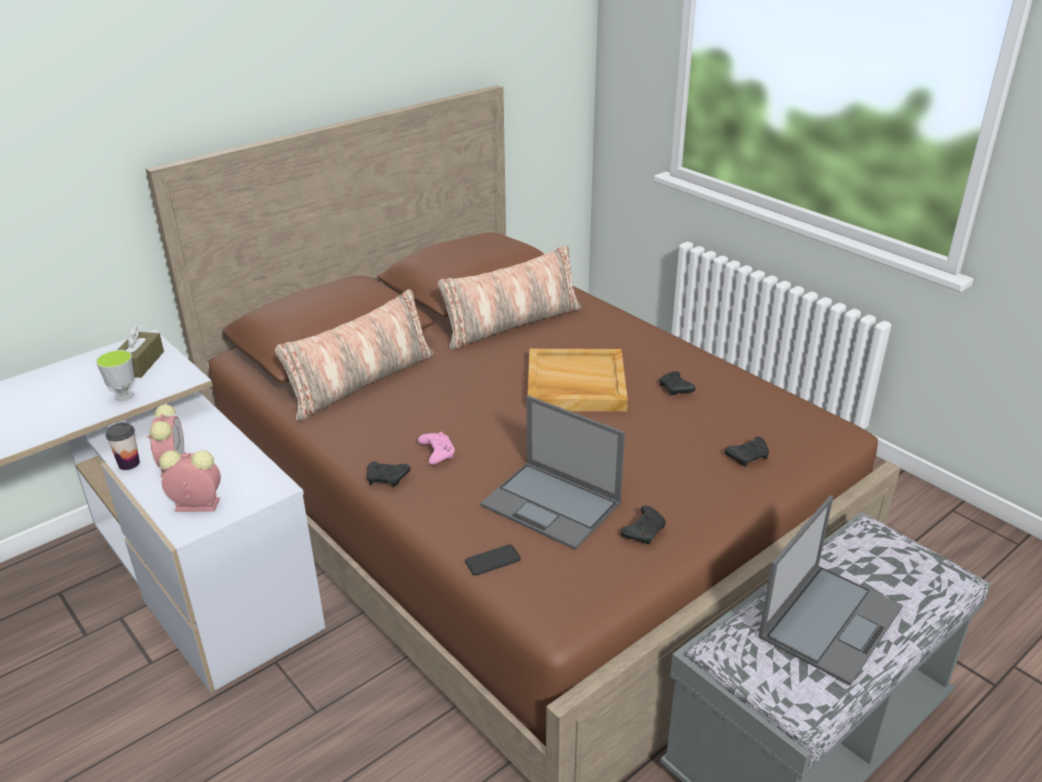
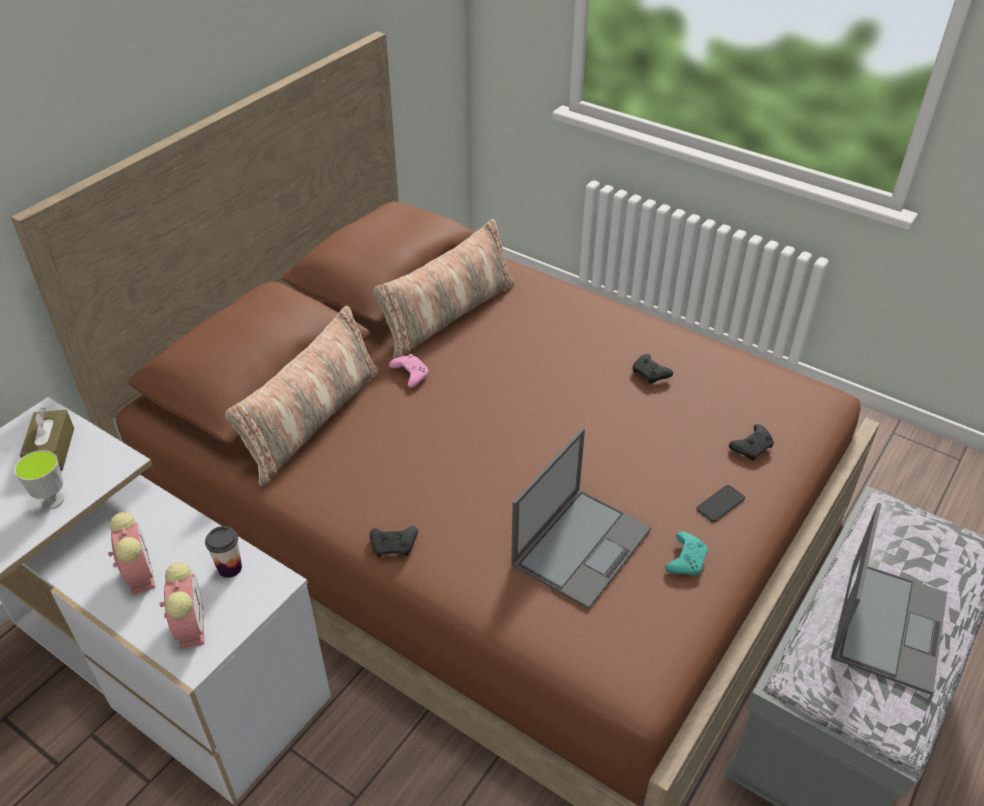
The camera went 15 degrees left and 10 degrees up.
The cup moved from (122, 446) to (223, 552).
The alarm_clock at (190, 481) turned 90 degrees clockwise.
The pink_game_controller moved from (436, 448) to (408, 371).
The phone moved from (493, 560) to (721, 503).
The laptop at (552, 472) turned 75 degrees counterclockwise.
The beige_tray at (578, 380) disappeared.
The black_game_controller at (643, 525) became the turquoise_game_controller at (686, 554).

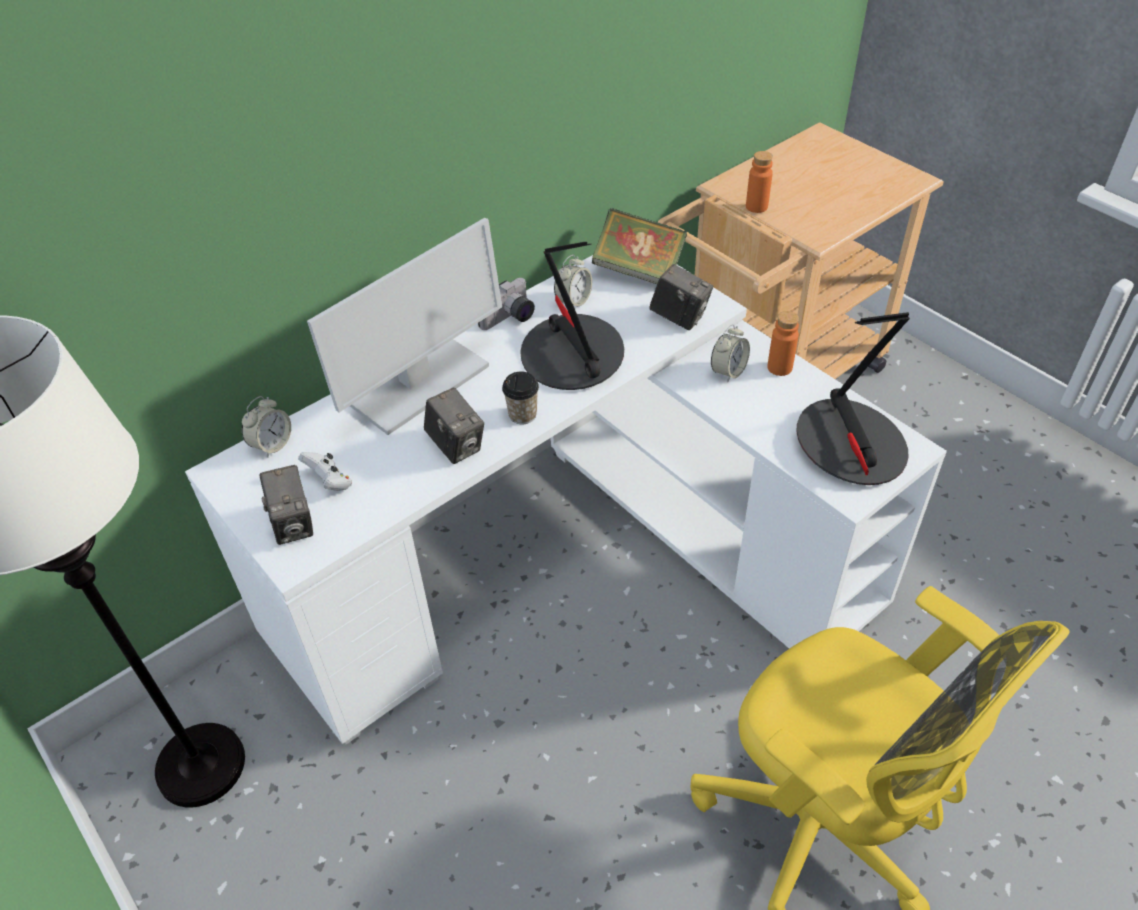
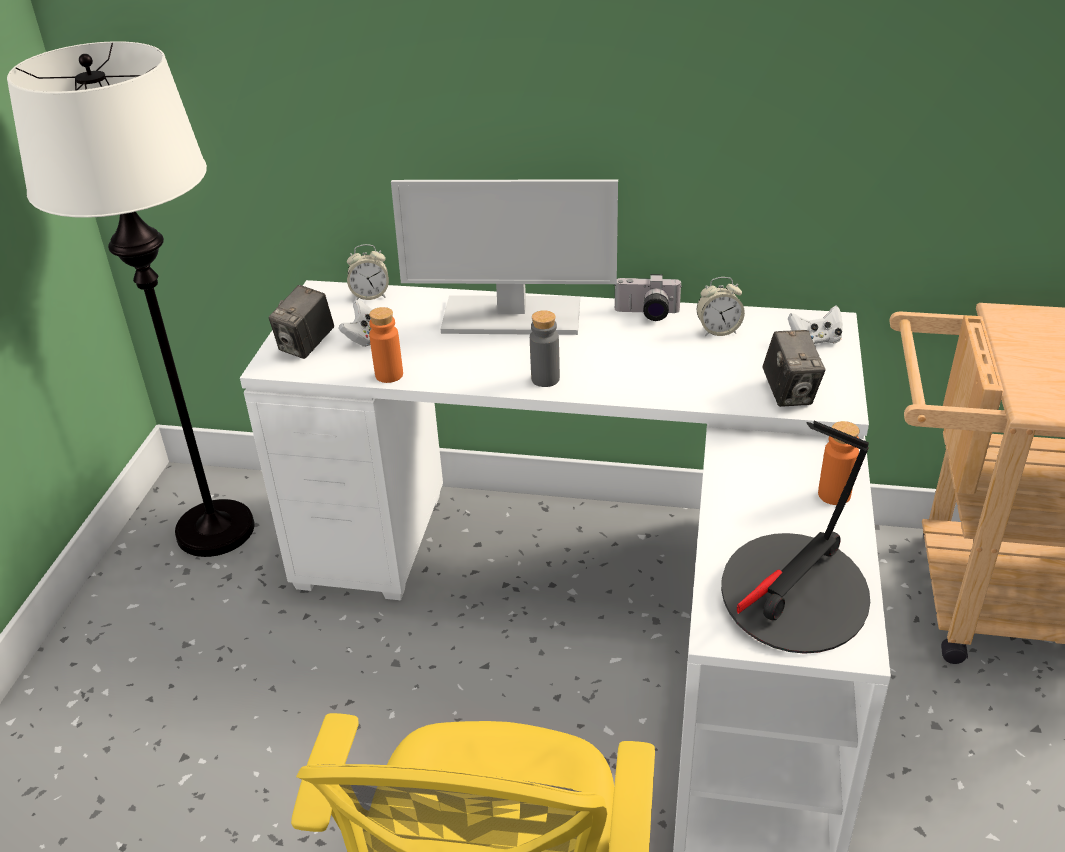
The camera went 50 degrees right and 10 degrees down.
The photo_camera at (454, 425) disappeared.
The cup at (520, 397) was replaced by the grey_bottle at (545, 348).
The table_lamp at (572, 316) disappeared.
The book at (639, 246) was replaced by the white_game_controller at (815, 325).
The alarm_clock at (730, 353) disappeared.
The orange_bottle moved from (759, 182) to (386, 345).

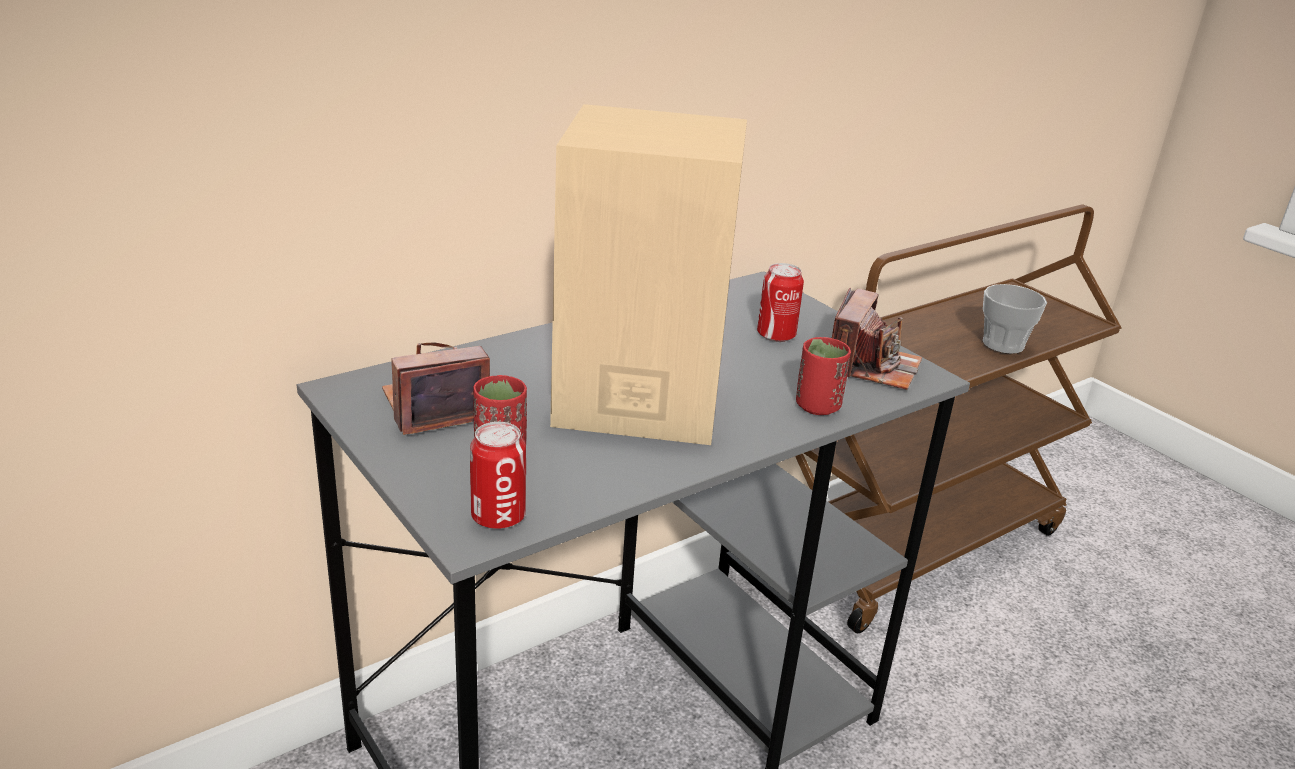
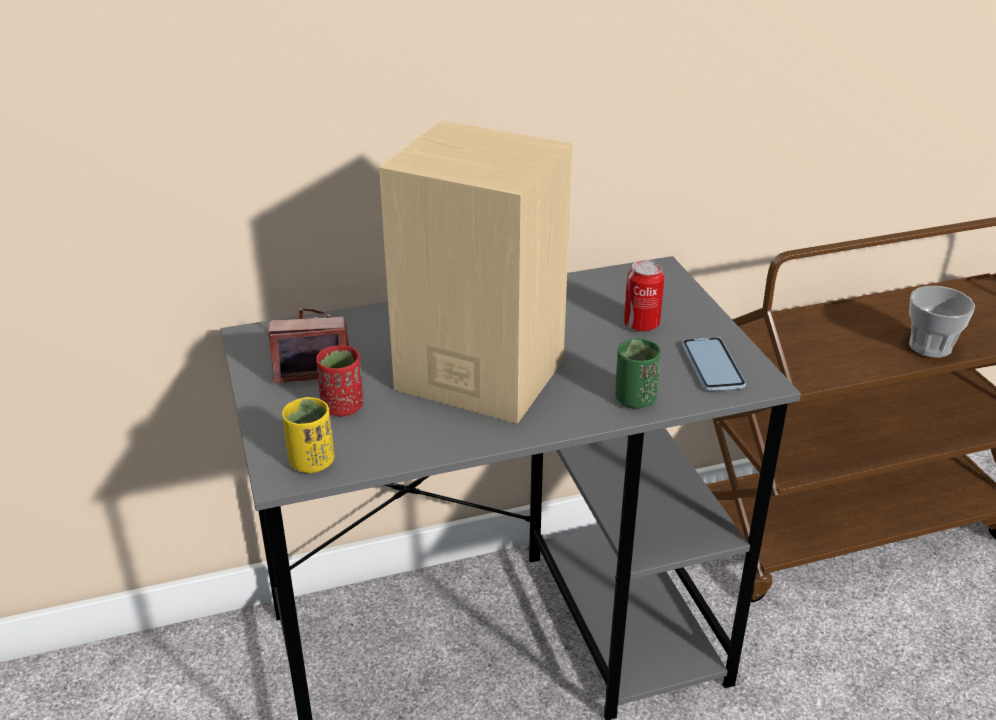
The camera went 20 degrees right and 5 degrees up.
The can at (498, 475) was replaced by the yellow_cup at (308, 435).
The red_cup at (823, 376) became the green_cup at (638, 373).
The photo_camera at (877, 339) was replaced by the phone at (714, 364).

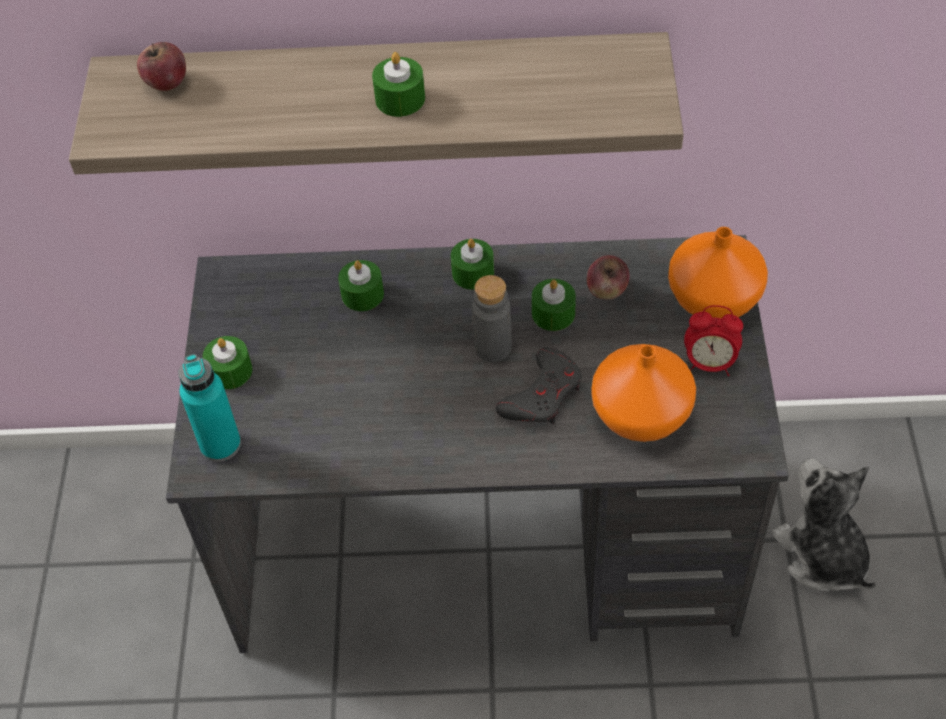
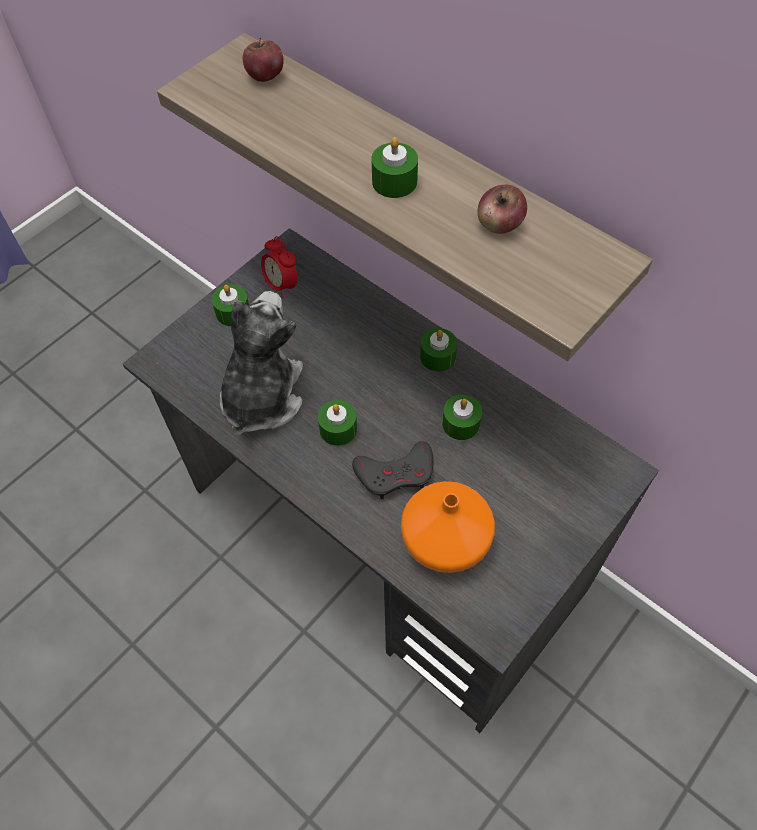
The camera went 40 degrees right and 5 degrees up.
The turquoise_bottle at (209, 408) disappeared.
The green_candle moved from (361, 285) to (337, 423).
The grey_bottle at (492, 318) disappeared.
The apple moved from (608, 277) to (502, 209).
The orange_vase at (718, 272) disappeared.
The alarm_clock moved from (713, 340) to (279, 267).
The plush_toy moved from (824, 524) to (261, 363).

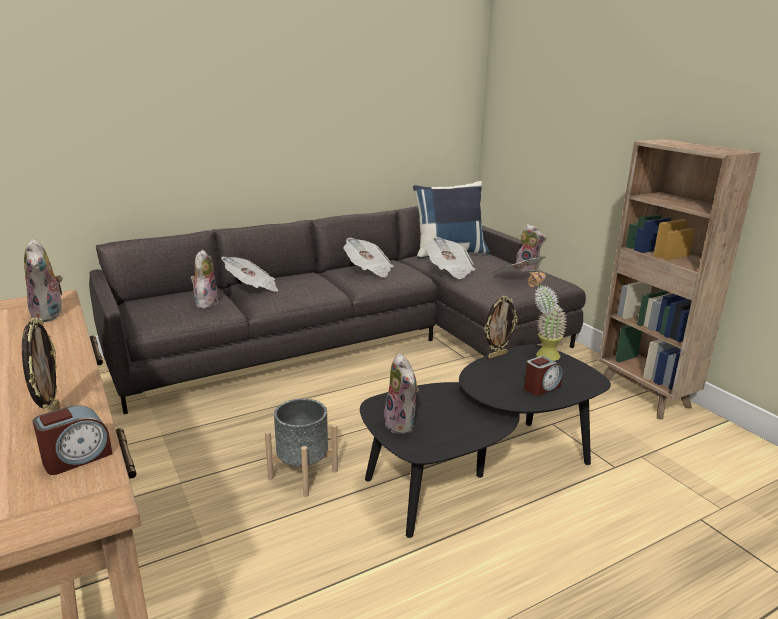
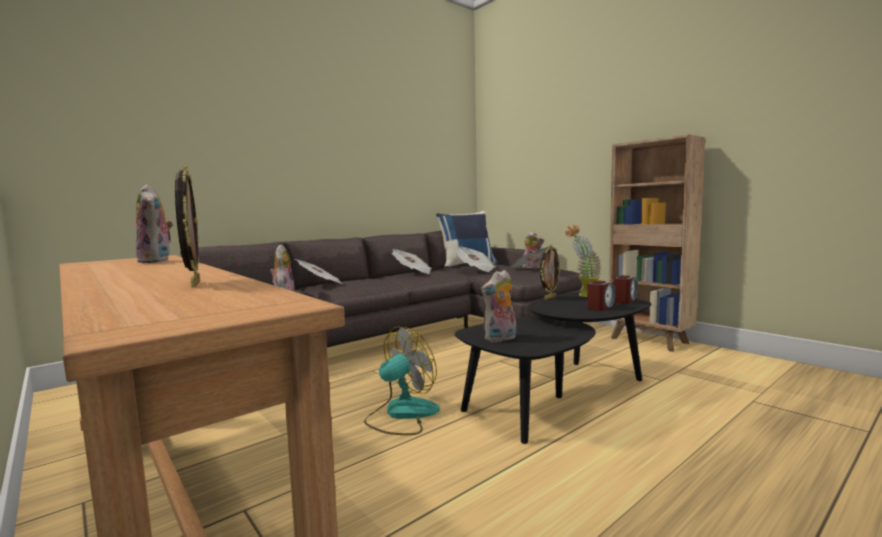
The camera went 10 degrees left and 15 degrees down.
The alarm_clock moved from (73, 440) to (626, 289).
The grey_planter at (301, 448) was replaced by the fan at (402, 381).
The plush_toy at (401, 393) turned 90 degrees clockwise.

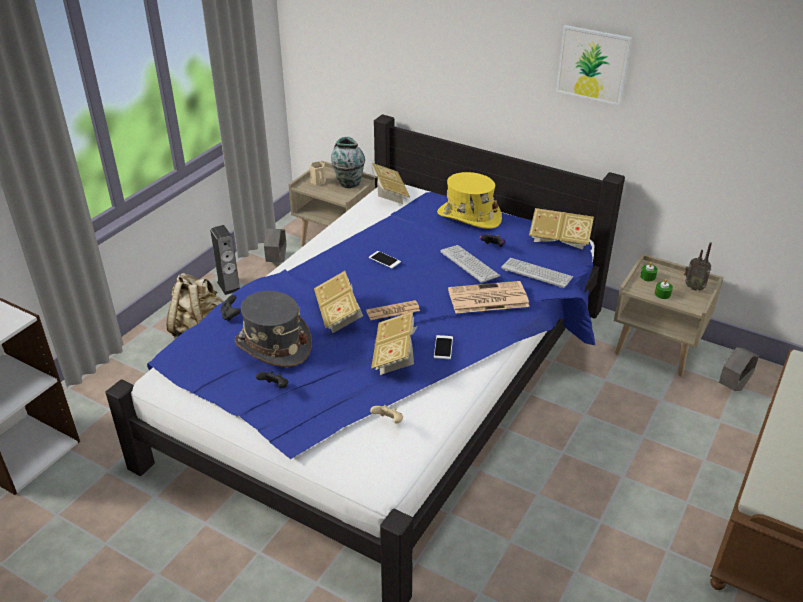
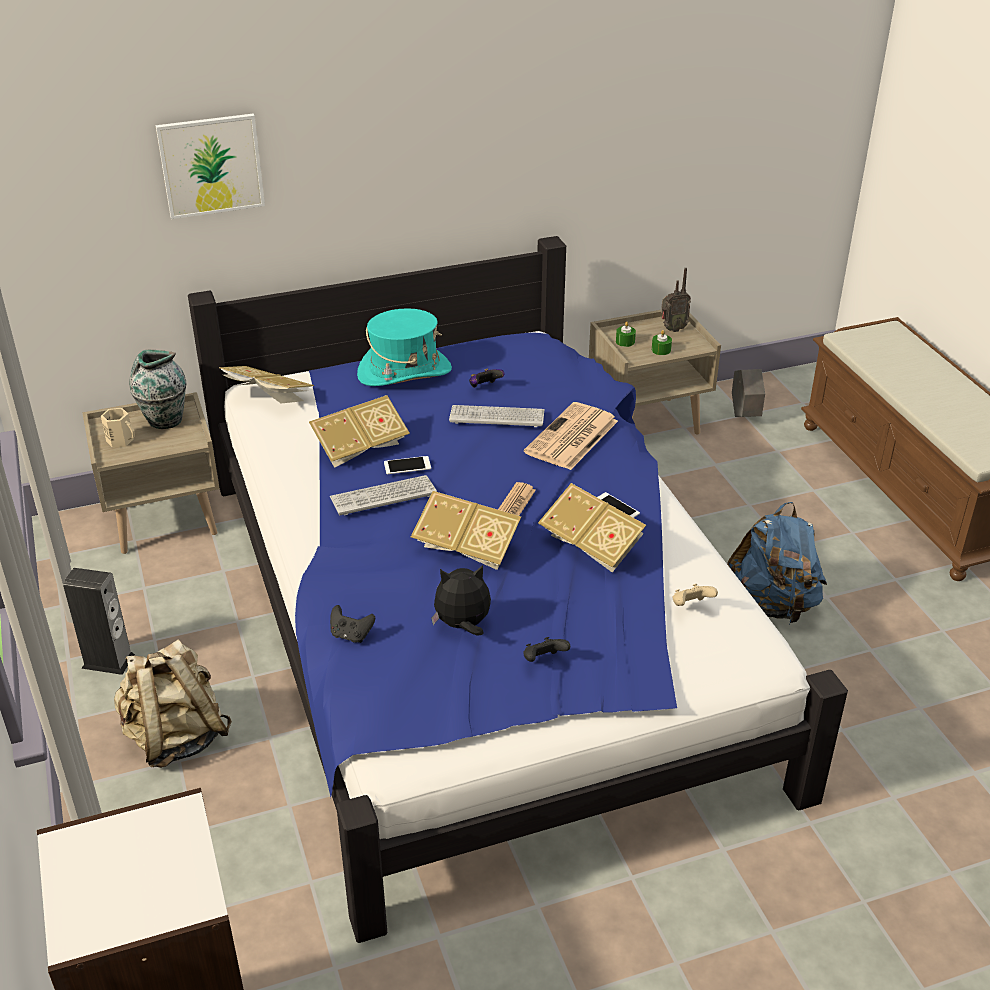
The camera went 50 degrees left and 0 degrees up.
The grey_hat at (273, 329) was replaced by the plush_toy at (461, 600).
The grey_planter at (275, 245) disappeared.
The yellow_hat at (469, 200) became the turquoise_hat at (404, 347).
The keyboard moved from (537, 273) to (383, 495).
The book moved from (561, 228) to (359, 431).
The picture moved from (594, 65) to (210, 166).
The blue_backpack at (777, 562) appeared.

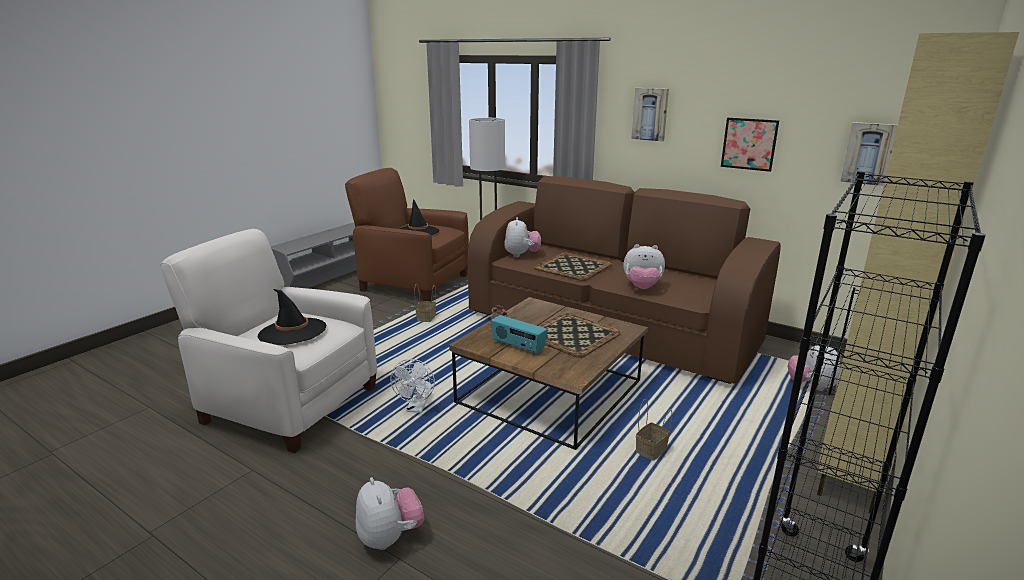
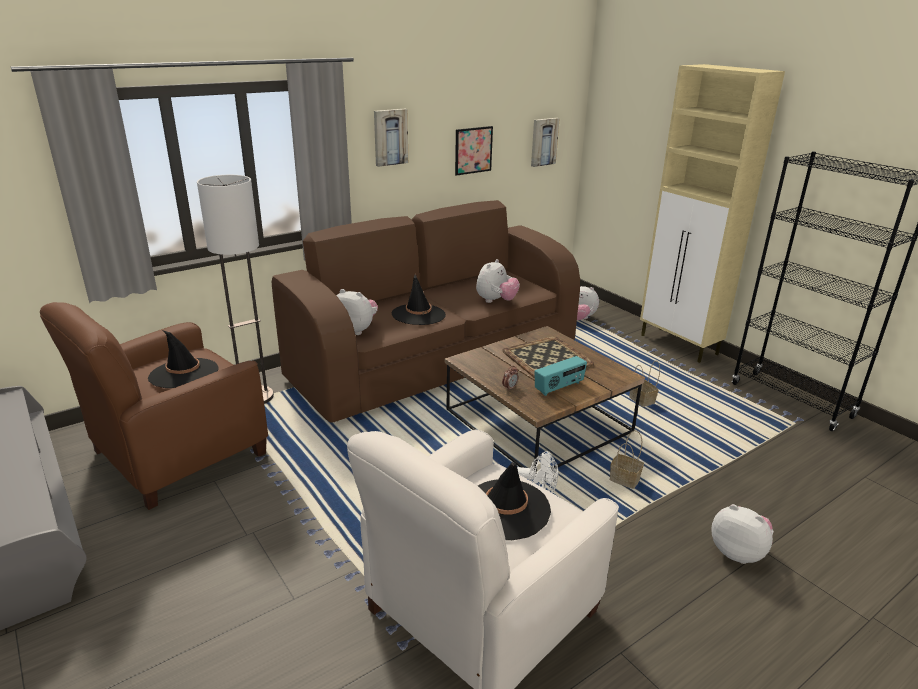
The camera went 70 degrees left and 5 degrees up.
The plush_toy at (390, 513) turned 45 degrees clockwise.
The basket moved from (425, 303) to (627, 459).
The tray at (573, 267) was replaced by the black_hat at (419, 299).

